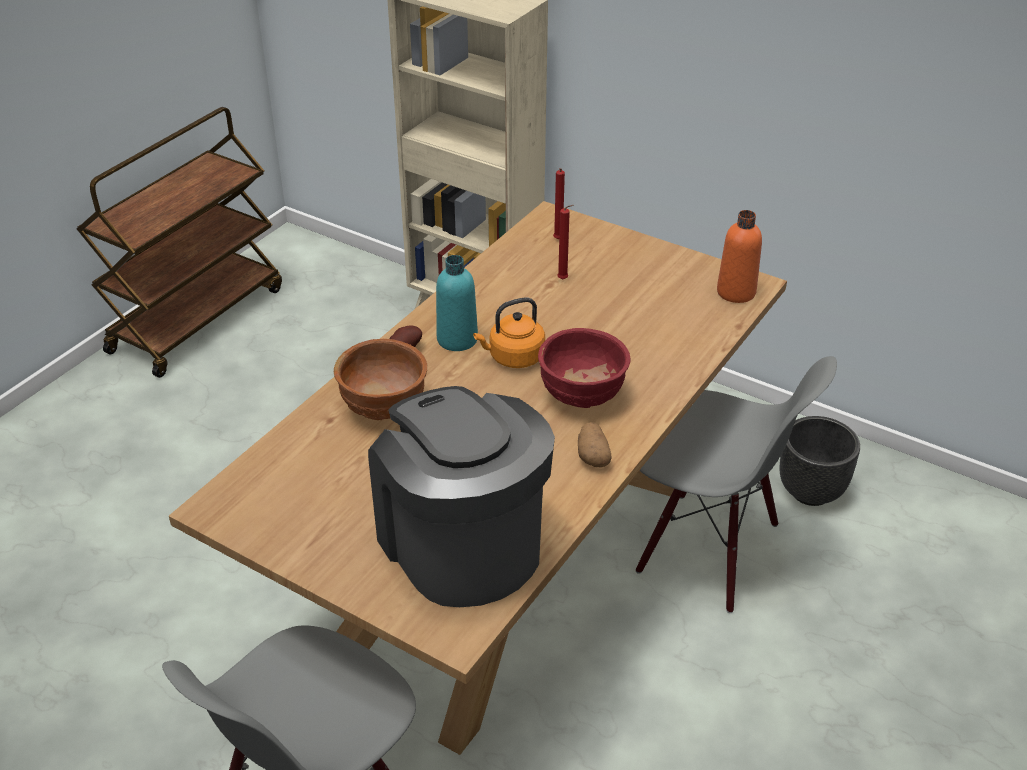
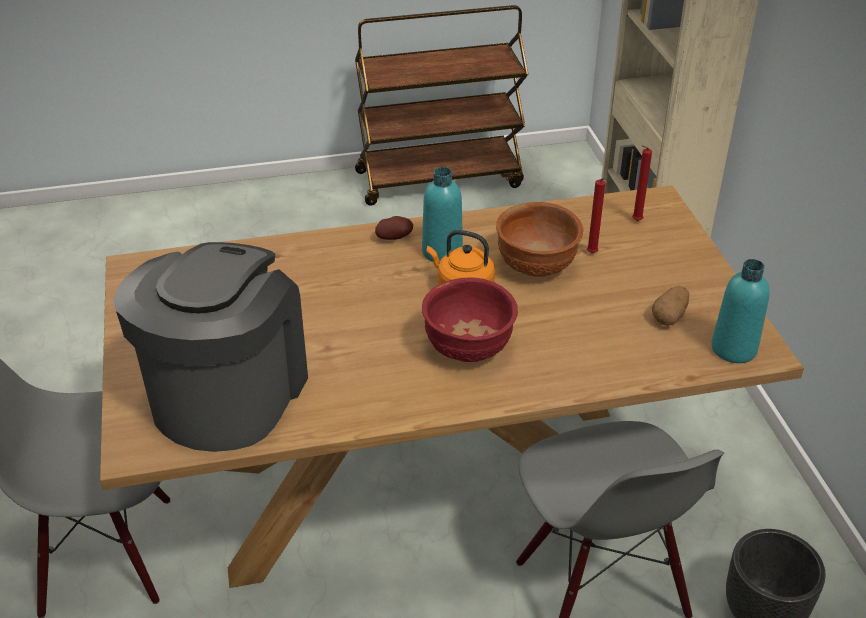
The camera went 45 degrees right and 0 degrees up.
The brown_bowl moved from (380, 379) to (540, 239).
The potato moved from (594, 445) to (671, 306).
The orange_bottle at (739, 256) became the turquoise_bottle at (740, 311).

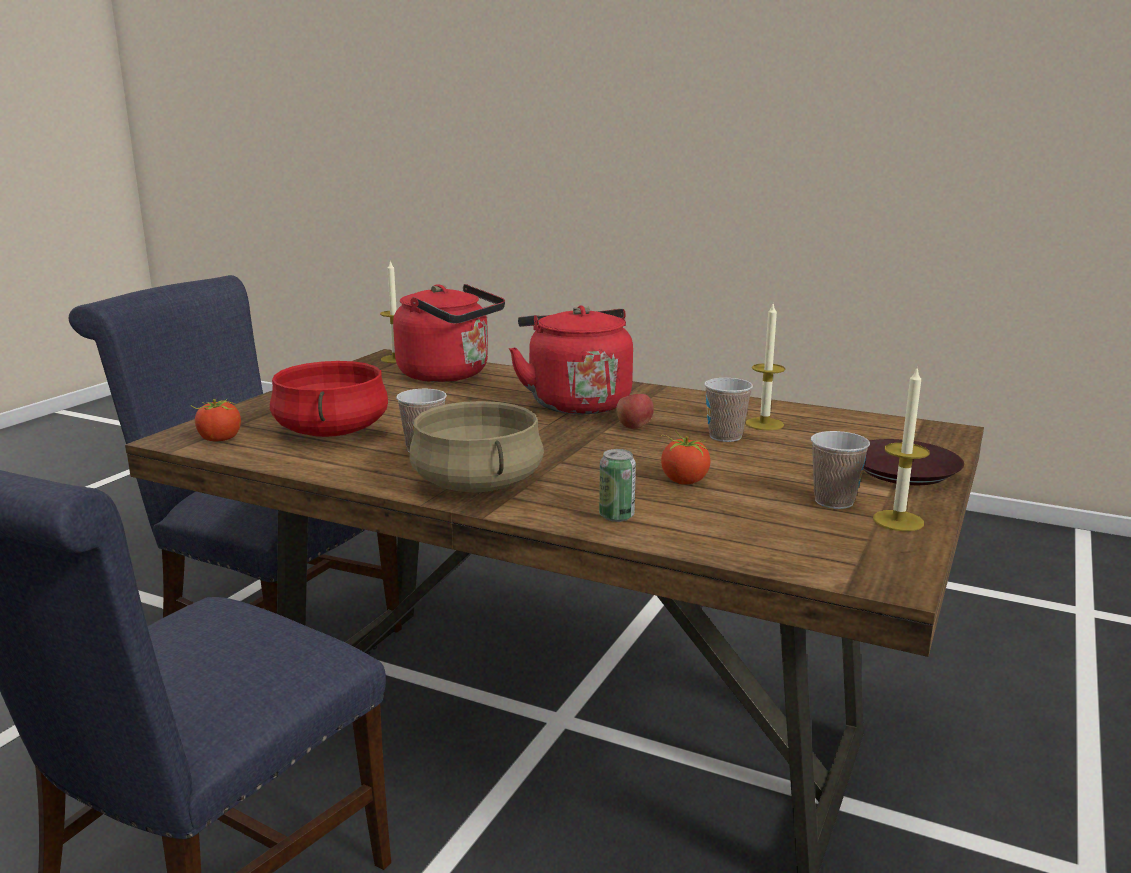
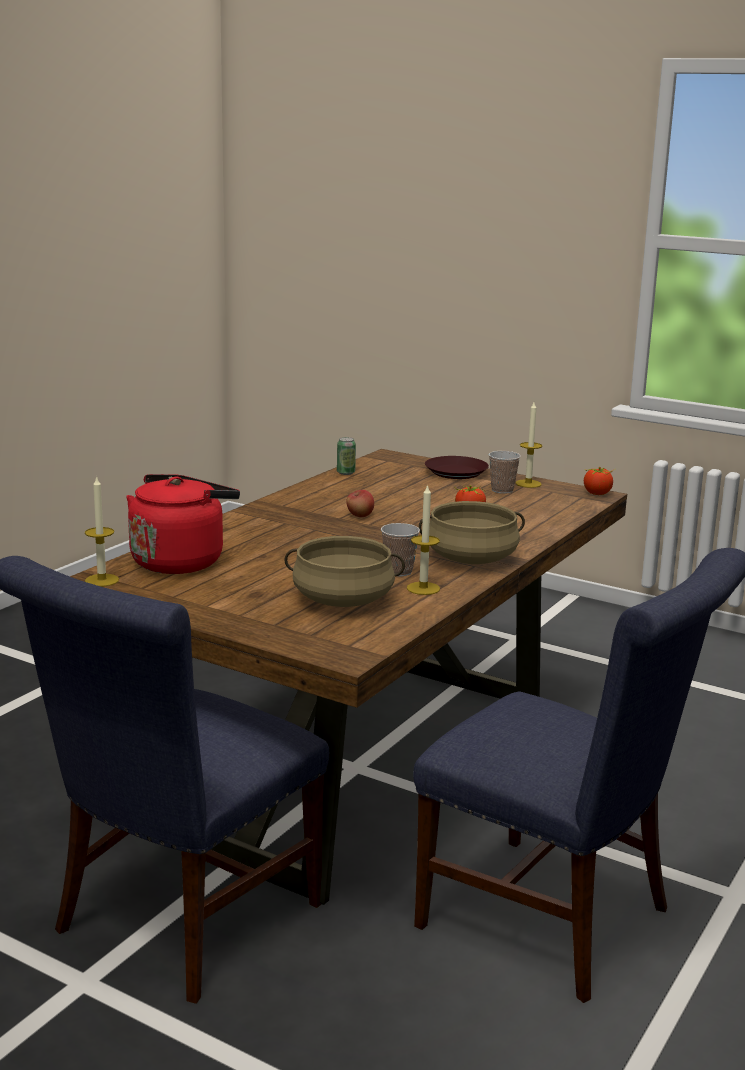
The camera went 85 degrees left and 0 degrees up.
The tomato moved from (216, 420) to (599, 481).
The red_cooking_pot at (329, 399) became the beige_cooking_pot at (344, 571).
The red_kettle at (571, 360) disappeared.
The can moved from (617, 485) to (346, 456).
The cup at (728, 410) disappeared.
The candle moved from (765, 367) to (423, 539).

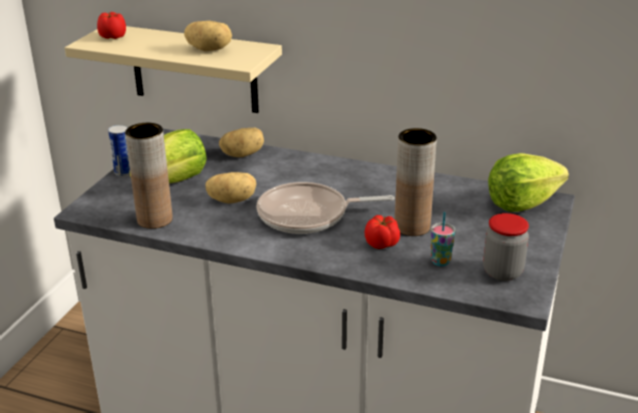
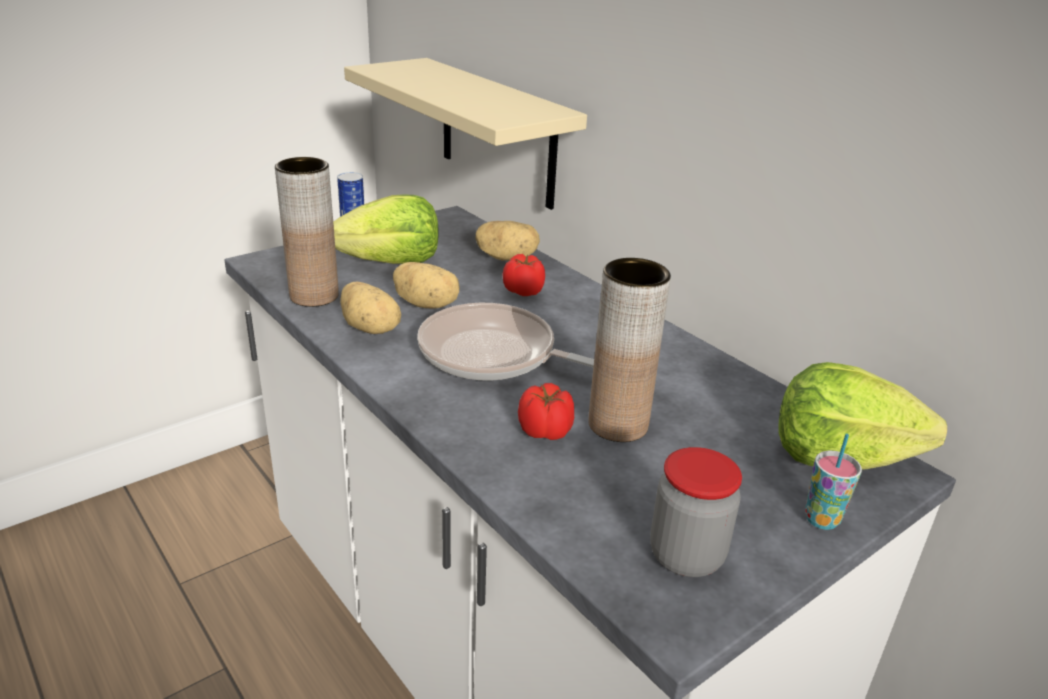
The camera went 30 degrees right and 0 degrees up.
The tomato moved from (111, 25) to (524, 275).
The potato moved from (208, 36) to (370, 308).
The cup moved from (443, 239) to (833, 482).

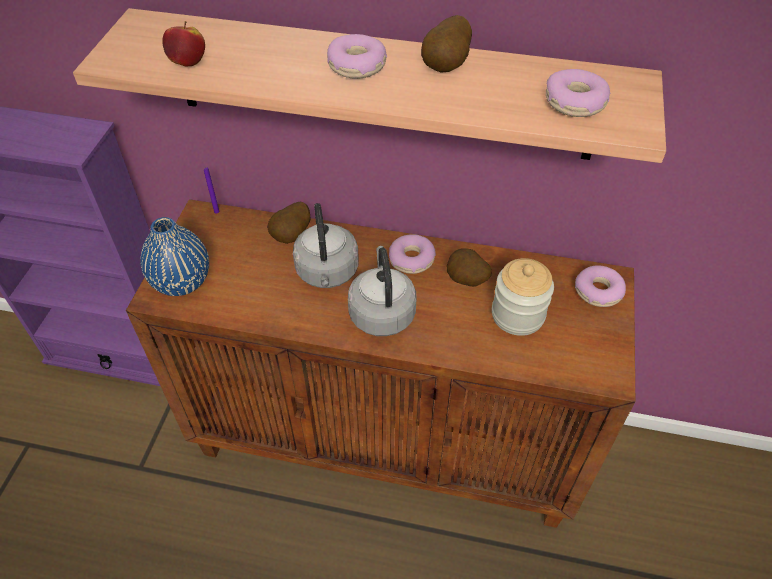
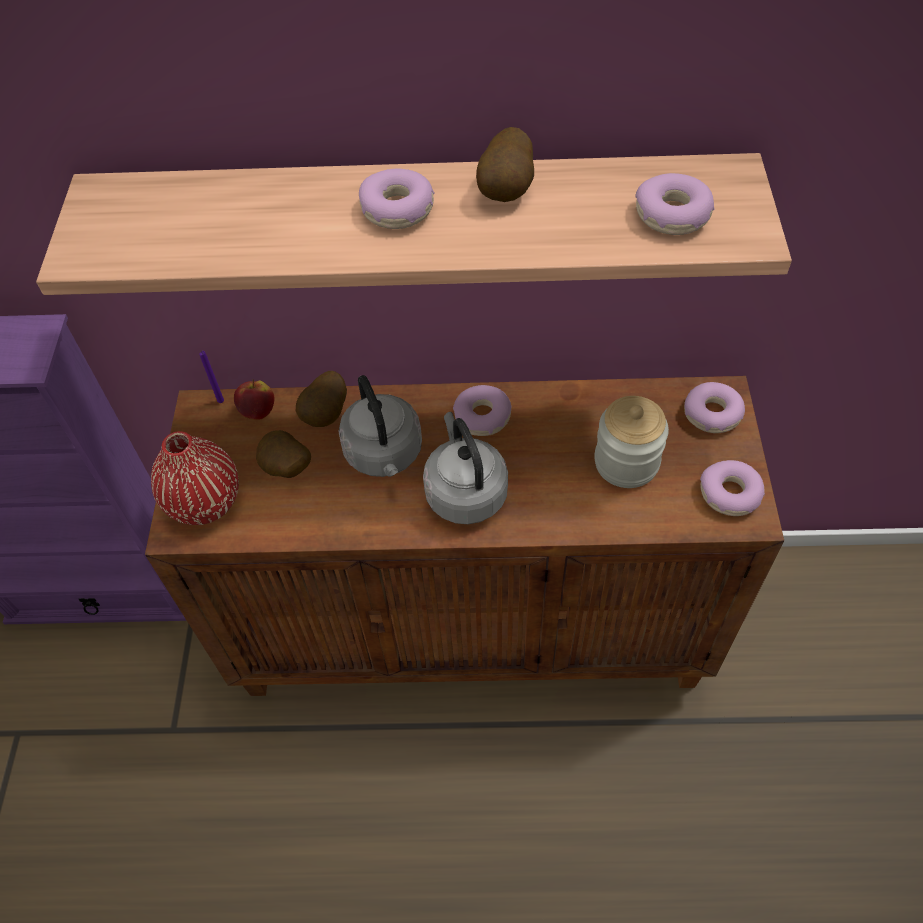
The camera went 10 degrees left and 5 degrees up.
The blue_vase at (174, 256) became the red_vase at (195, 478).
The apple moved from (183, 43) to (254, 399).
The potato moved from (469, 267) to (283, 454).
The donut at (732, 488) appeared.

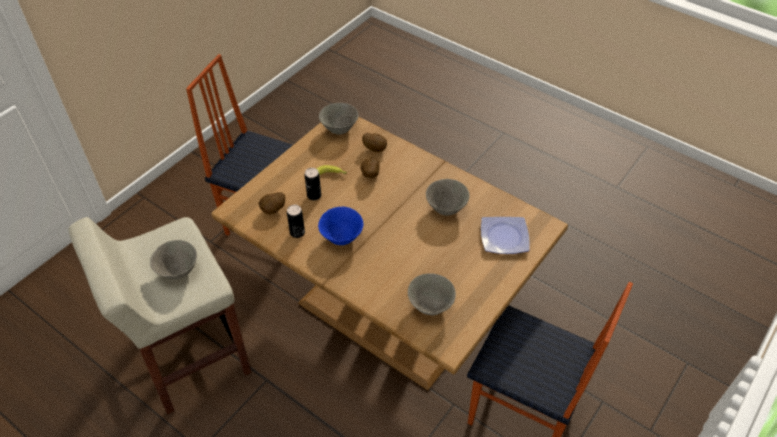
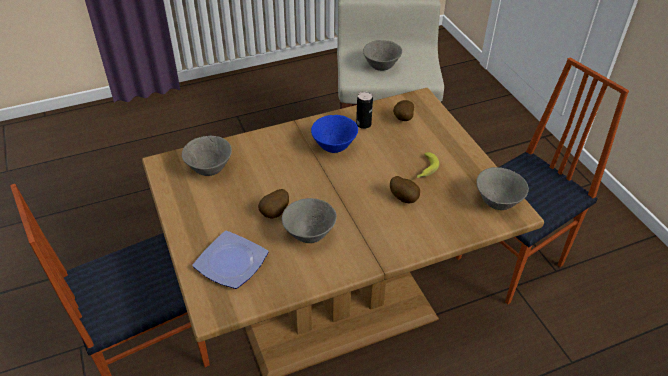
The camera went 120 degrees right and 5 degrees down.
The can at (313, 184) disappeared.
The potato moved from (374, 142) to (273, 204).

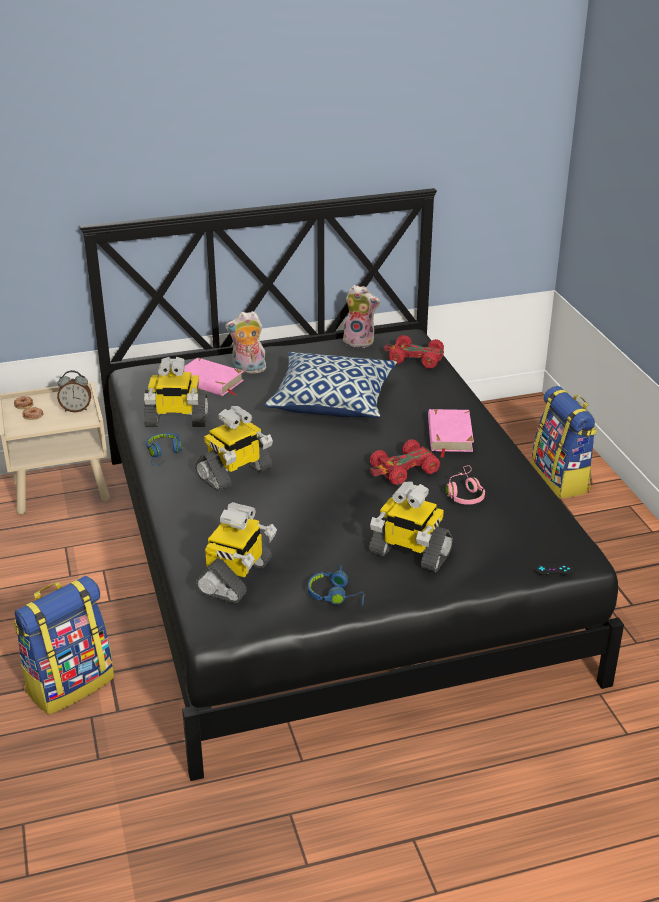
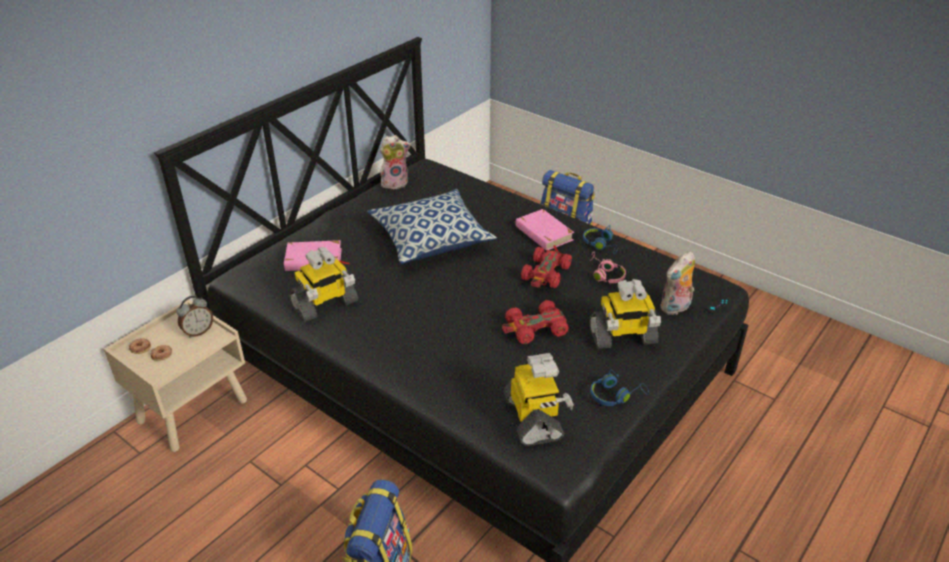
The camera went 35 degrees left and 5 degrees up.
The blue_headphones moved from (164, 449) to (601, 239).
The toy_robot at (234, 448) disappeared.
The plush_toy moved from (245, 342) to (677, 283).
The red_toy_car moved from (414, 352) to (535, 322).

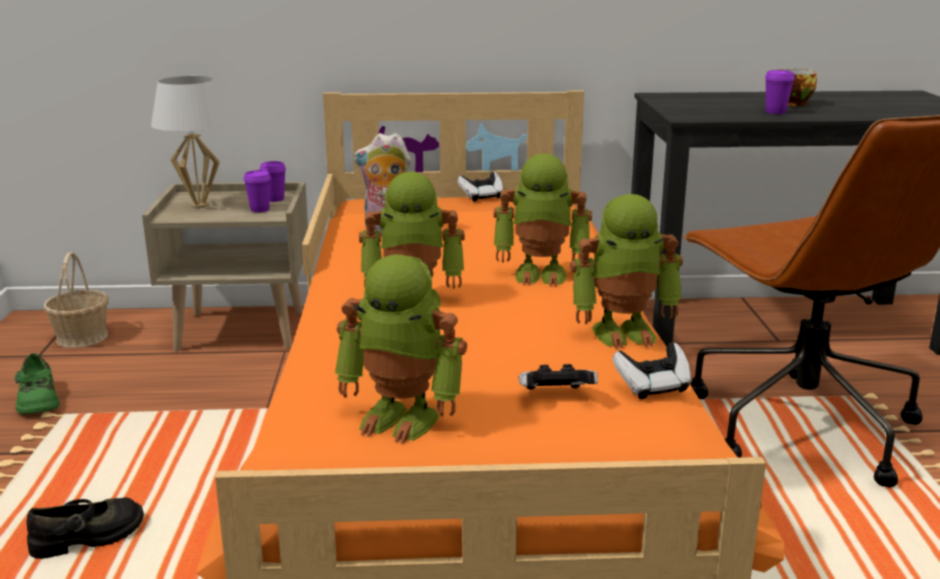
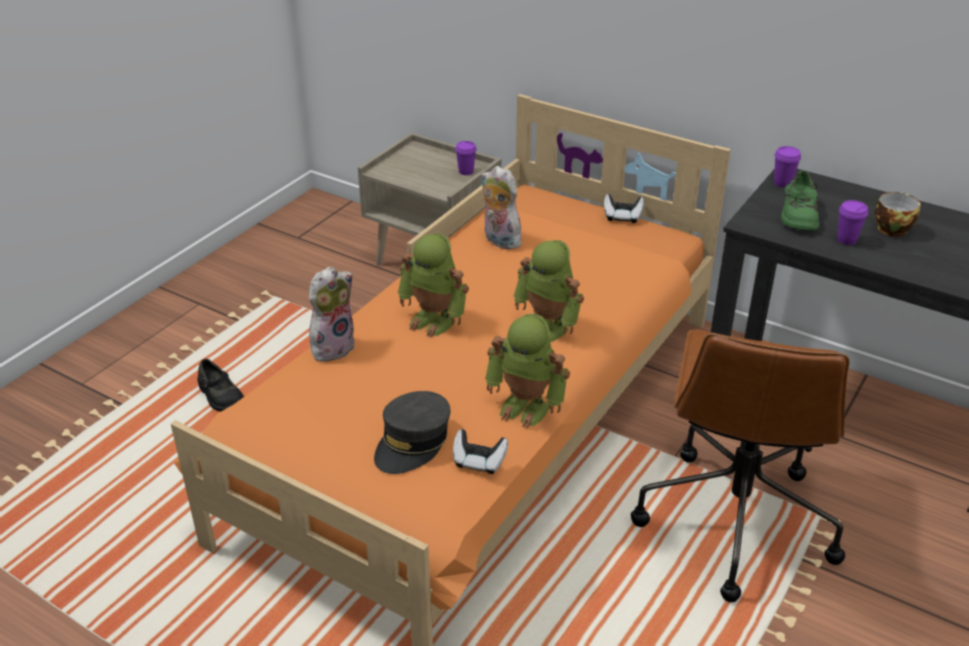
The camera went 35 degrees right and 15 degrees up.
The green_shoe moved from (37, 383) to (800, 200).
The black_shoe at (85, 528) turned 45 degrees clockwise.
The basket at (76, 300) disappeared.
The white_table_lamp at (190, 142) disappeared.
The purple_cup moved from (257, 191) to (787, 167).
The toy_robot at (401, 349) disappeared.
The game_controller at (558, 377) was replaced by the grey_cap at (412, 432).
The plush_toy at (332, 314) appeared.

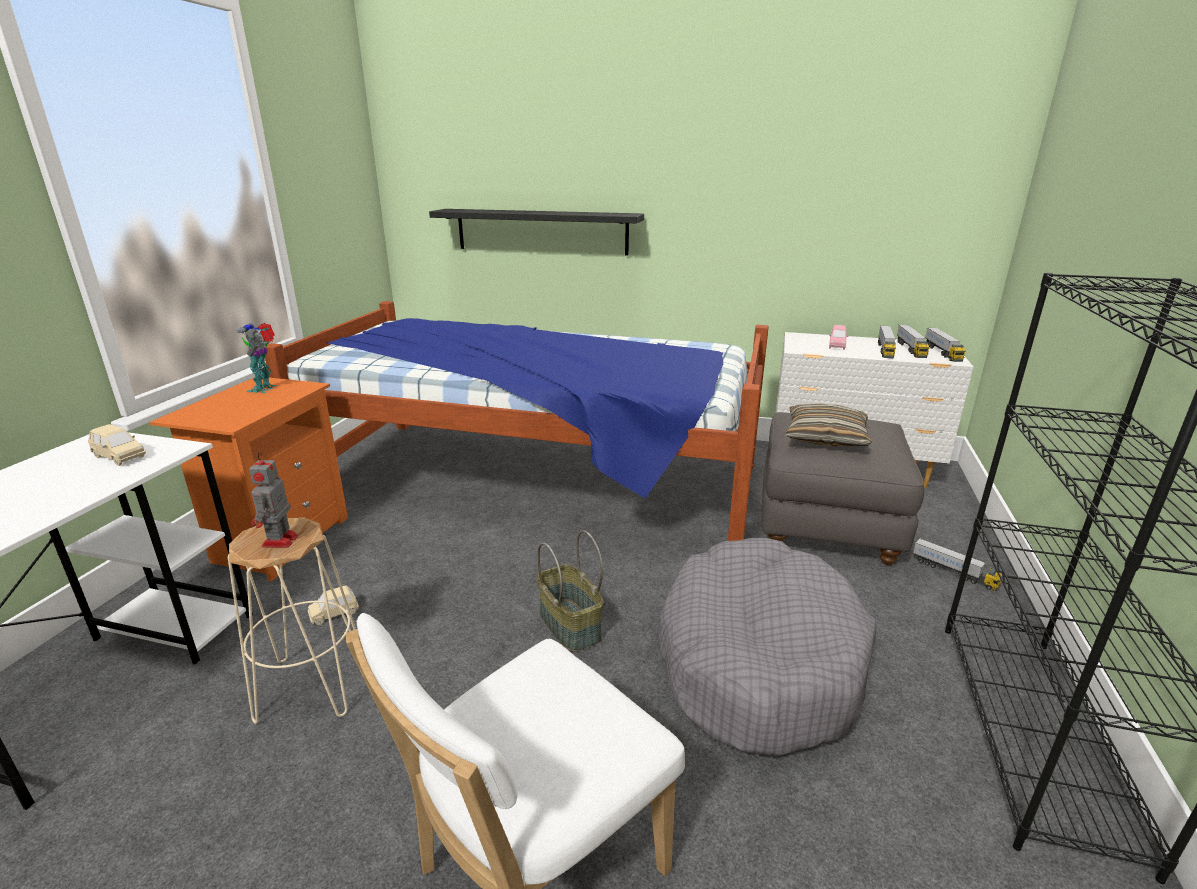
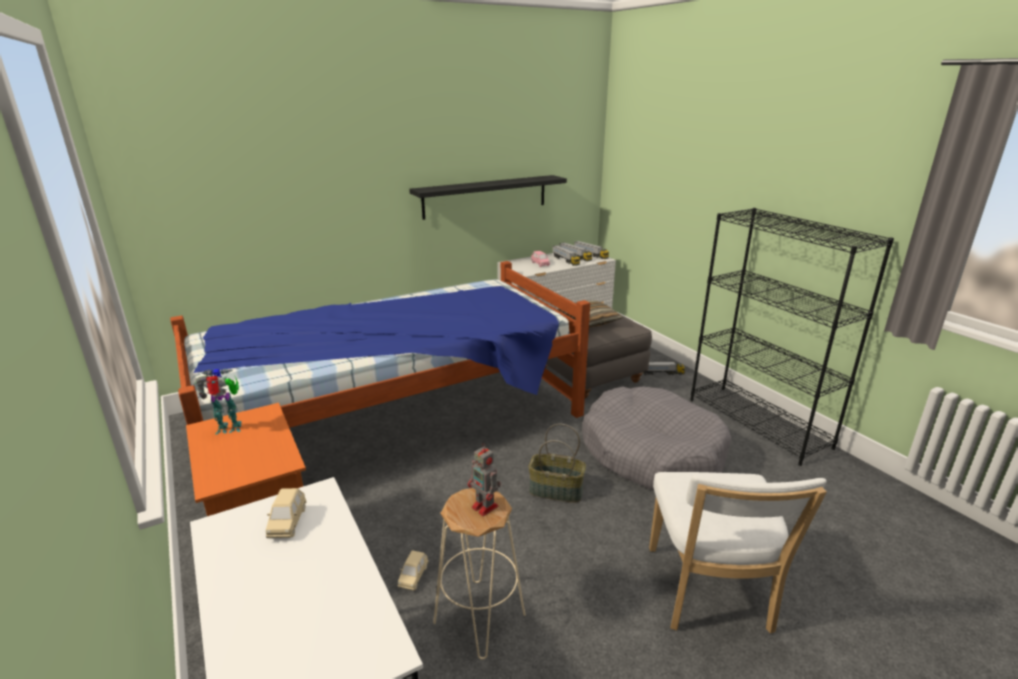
The camera went 45 degrees left and 0 degrees up.
The beige_toy_car at (117, 445) turned 105 degrees clockwise.
The toy_robot at (257, 358) turned 120 degrees clockwise.
The black_shelf moved from (536, 232) to (488, 197).

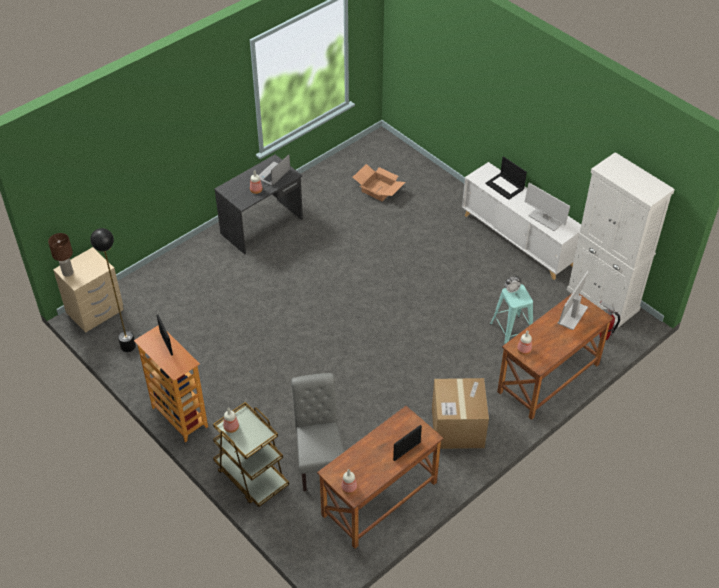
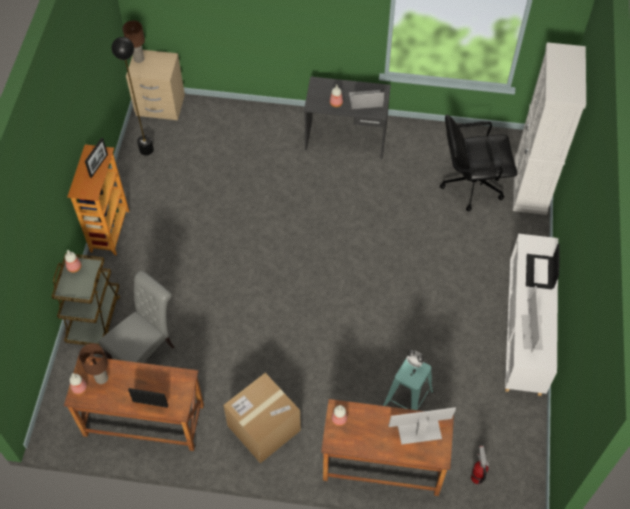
The camera went 50 degrees right and 10 degrees up.
The cardboard_box at (379, 182) was replaced by the black_office_chair at (478, 162).
The white_cabinet moved from (621, 239) to (549, 128).
The brown_table_lamp at (93, 363) appeared.

